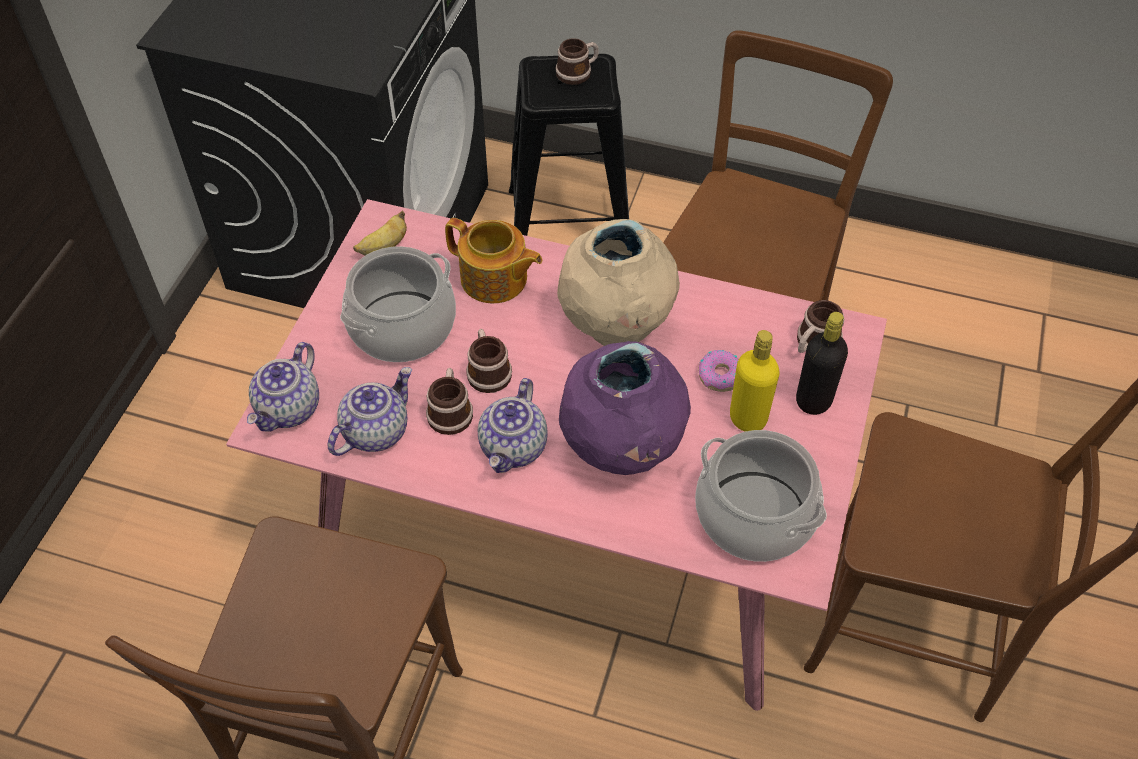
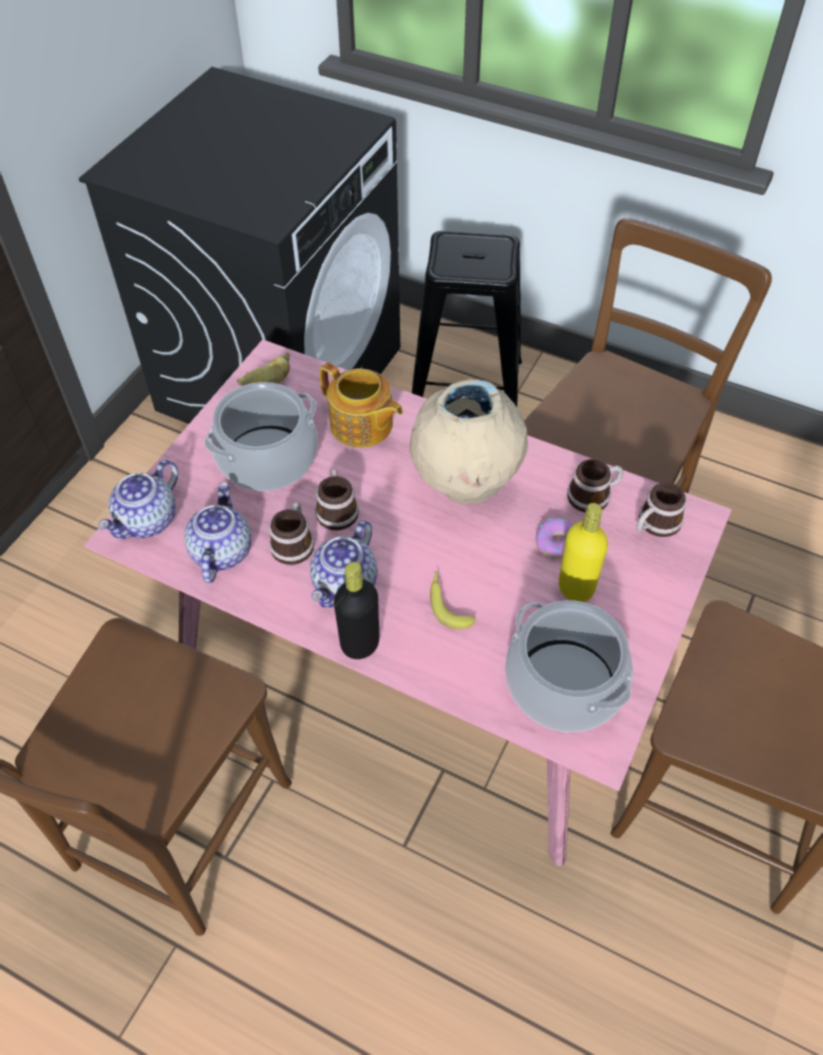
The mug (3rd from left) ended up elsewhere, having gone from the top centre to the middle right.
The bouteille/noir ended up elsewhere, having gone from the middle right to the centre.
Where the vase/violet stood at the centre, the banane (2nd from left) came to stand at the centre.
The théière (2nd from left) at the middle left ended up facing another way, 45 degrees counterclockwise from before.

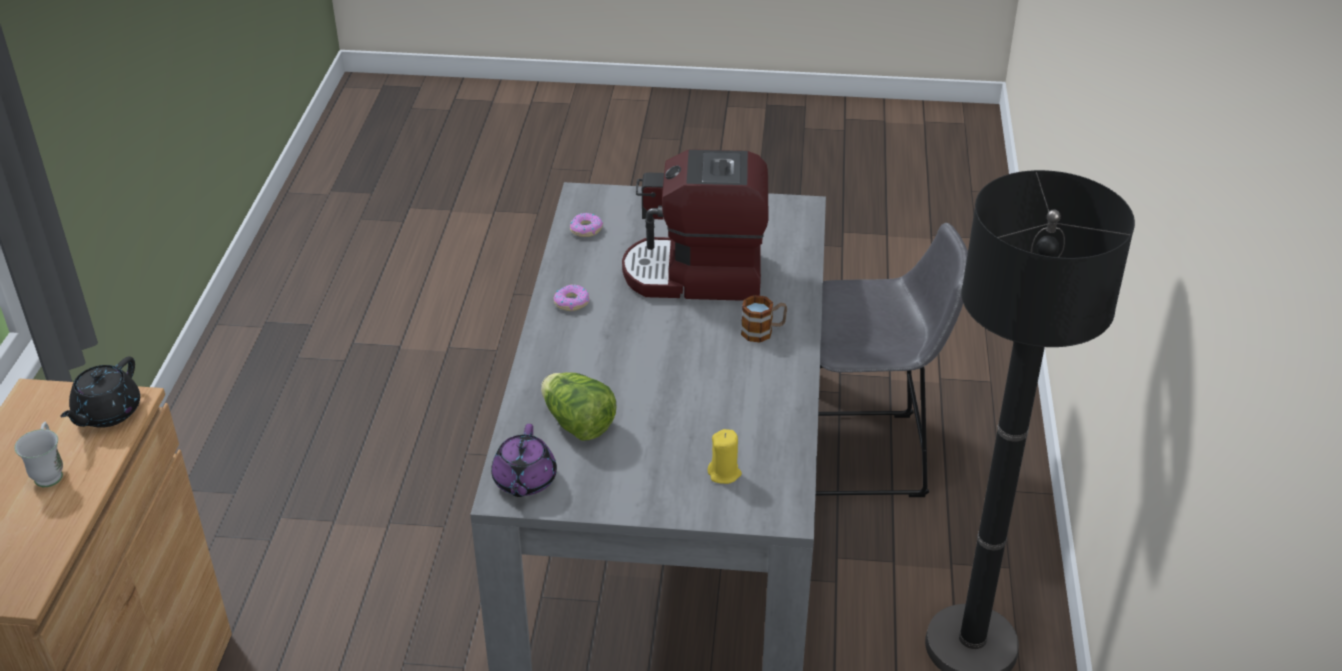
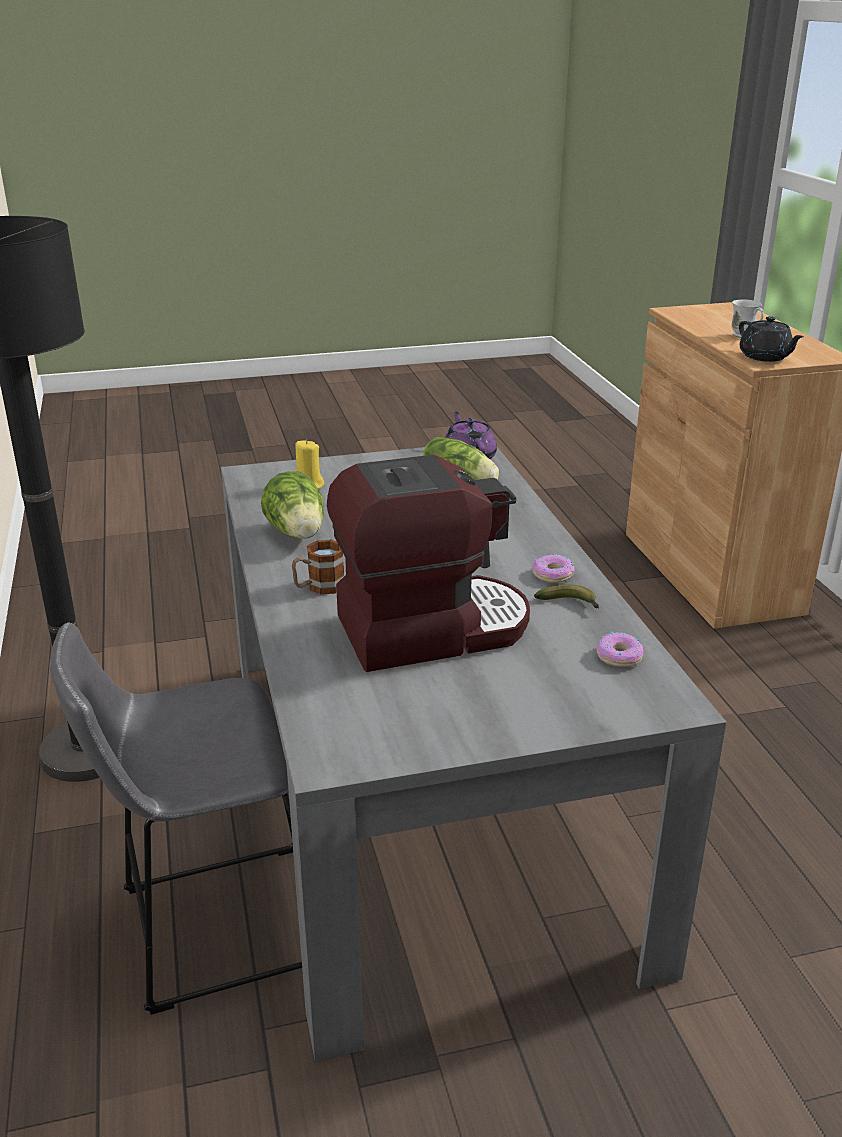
The théière/noir at the middle left ended up facing another way, 150 degrees clockwise from before.
The second view gained the laitue (1st from left) at the centre.
The second view gained the banane at the middle right.

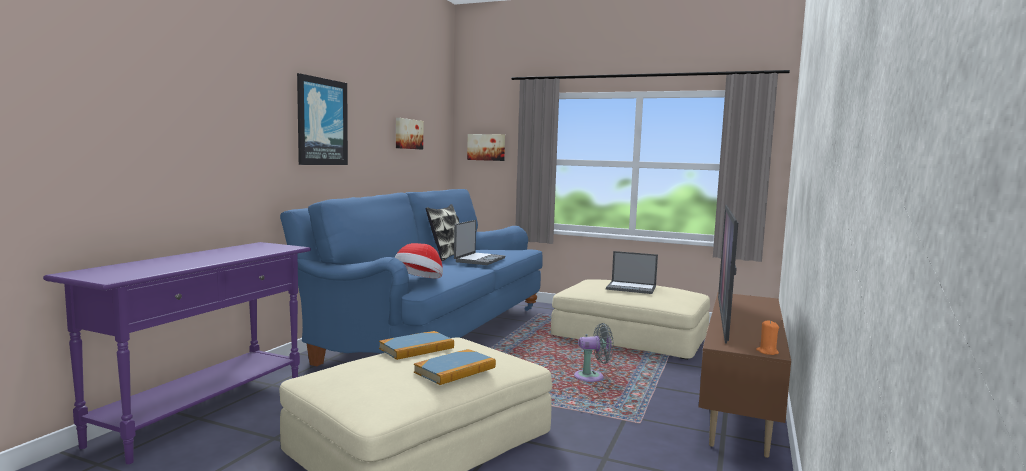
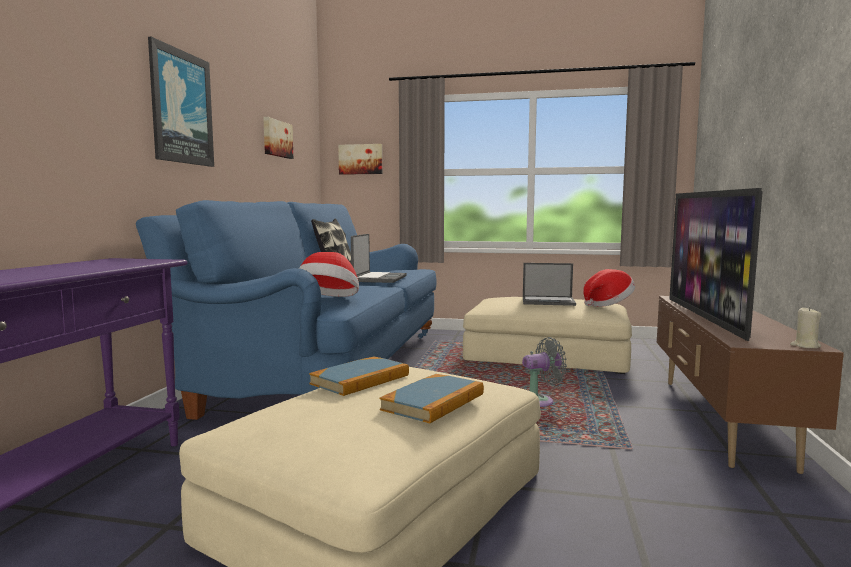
What was the bougie/orange at the bottom right turned into the bougie/beige at the middle right.
The second view gained the chapeau (2nd from left) at the middle right.

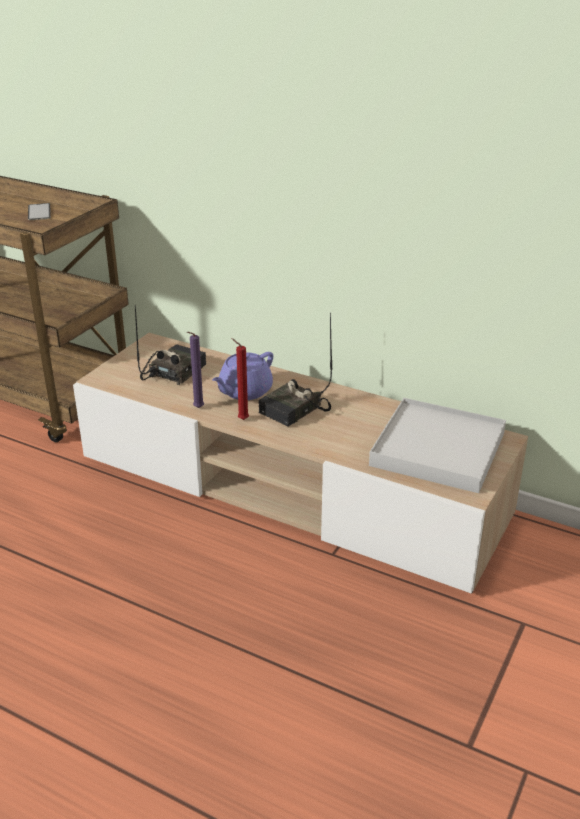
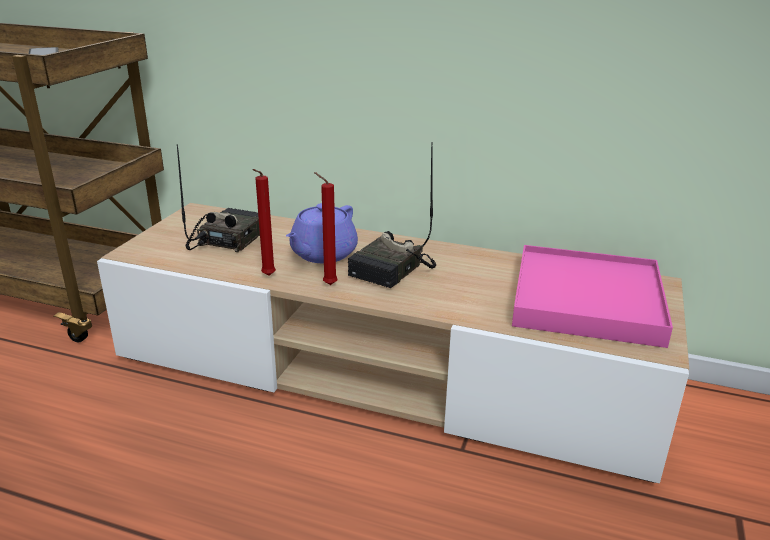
What was the bougie/violet at the centre turned into the bougie/rouge (1st from left) at the centre.
What was the plateau/blanc at the middle right turned into the plateau/rose at the middle right.

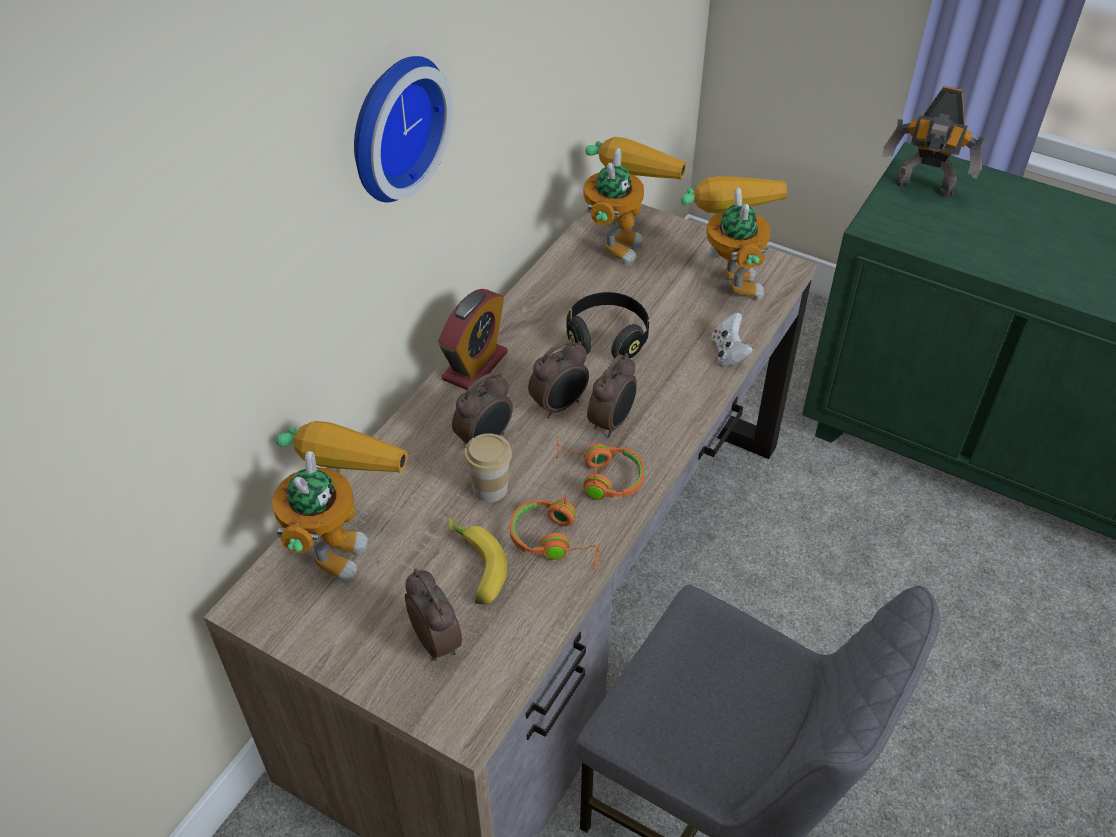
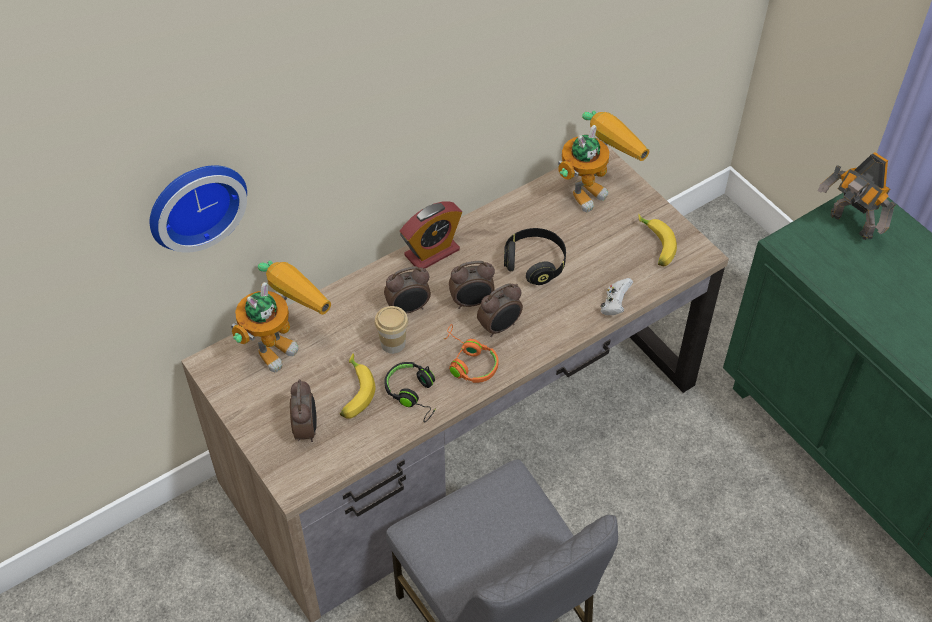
The horloge murale ended up elsewhere, having gone from the top centre to the middle left.
Where the robot jouet (3rd from left) stood at the top centre, the banane (2nd from left) came to stand at the middle right.
What was the casque audio/orange (1st from left) at the centre turned into the casque audio/noir (1st from left) at the centre.

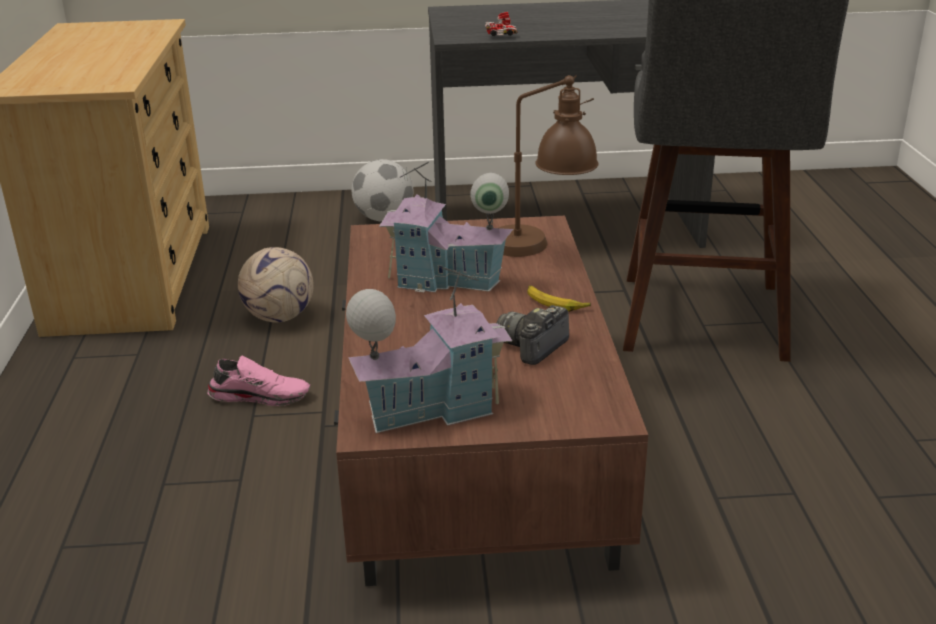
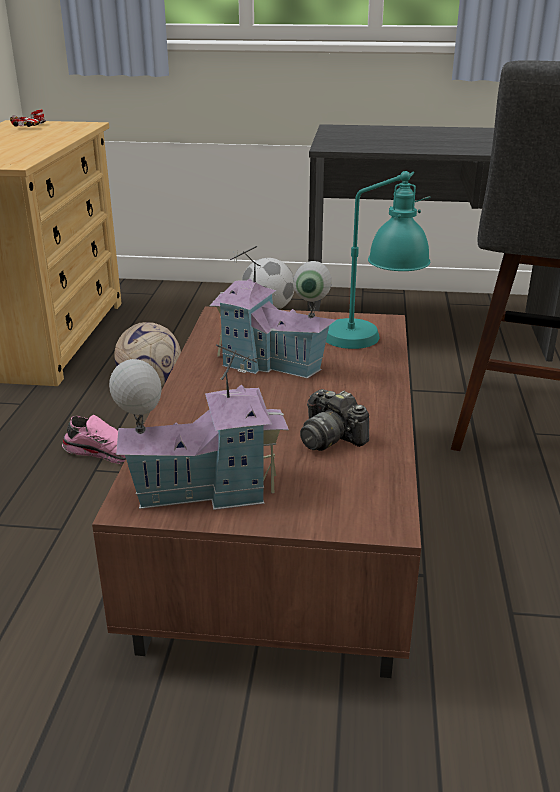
The petite voiture ended up elsewhere, having gone from the top centre to the top left.
What was the lampe de table/marron at the top centre turned into the lampe de table/turquoise at the top right.
The second view lost the banane at the centre.
The appareil photo at the centre ended up facing another way, 90 degrees counterclockwise from before.

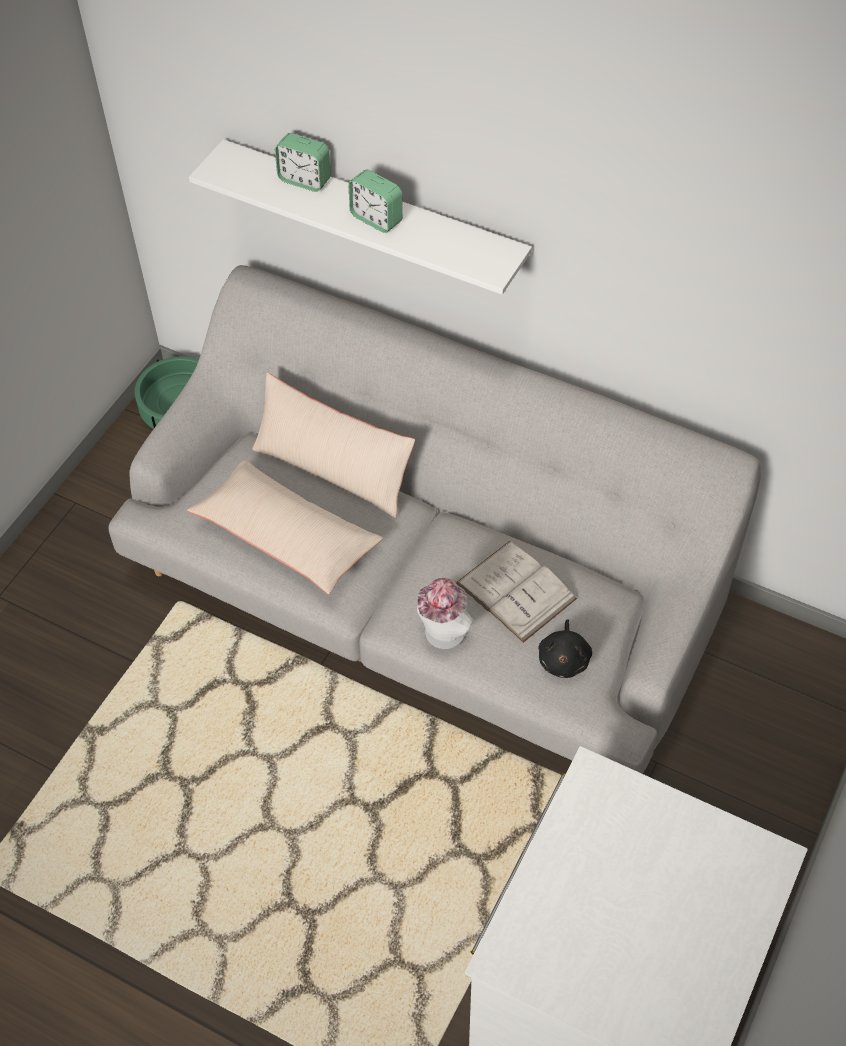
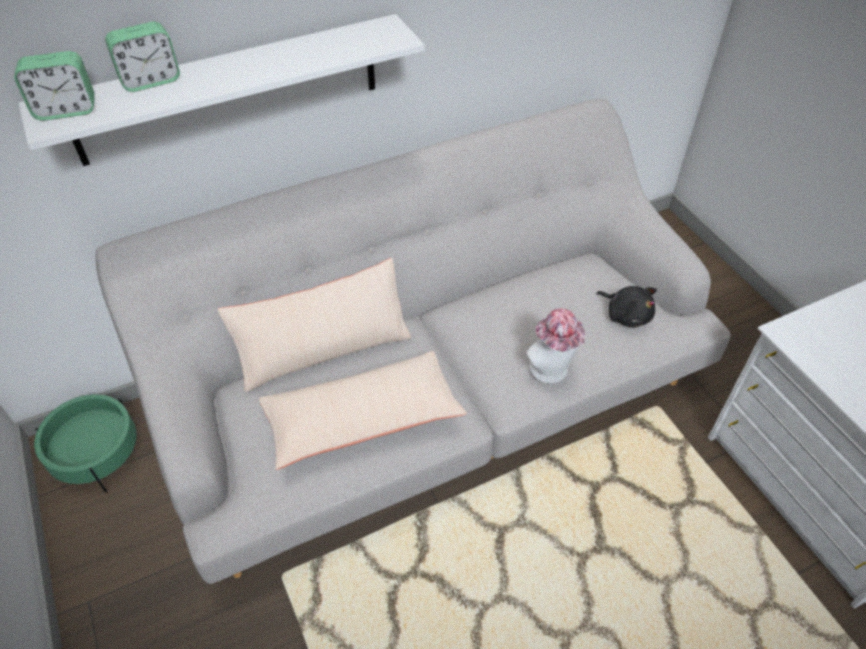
The réveil (2nd from left in the first image) ended up elsewhere, having gone from the top centre to the top left.
The second view lost the livre/blanc at the centre.

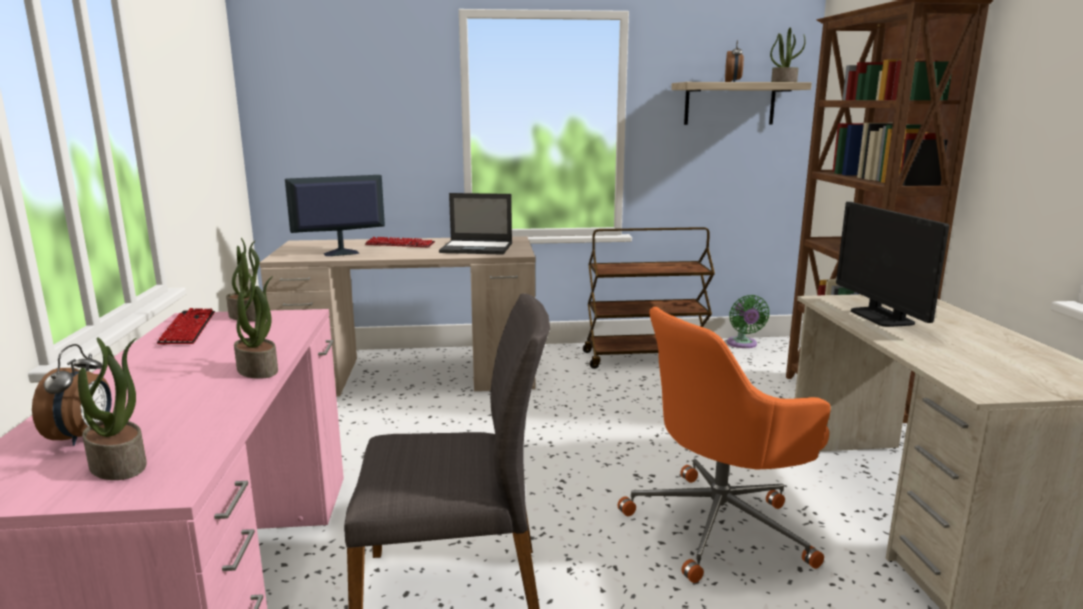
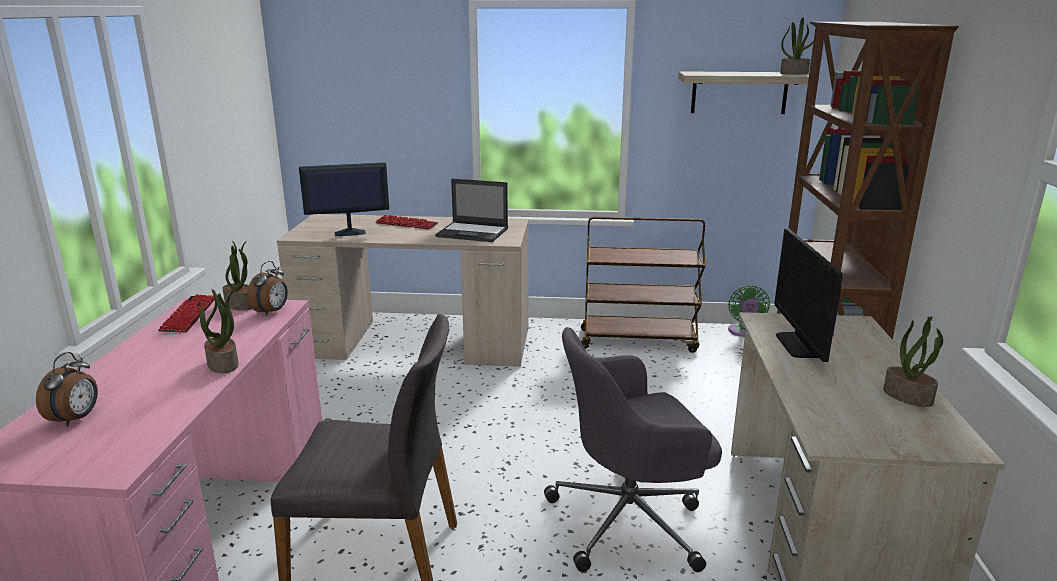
The réveil (2nd from left) ended up elsewhere, having gone from the top right to the middle left.
What was the chaise de bureau/orange at the bottom right turned into the chaise de bureau/gris at the bottom centre.
The plante en pot (1st from left in the first image) ended up elsewhere, having gone from the bottom left to the middle right.

